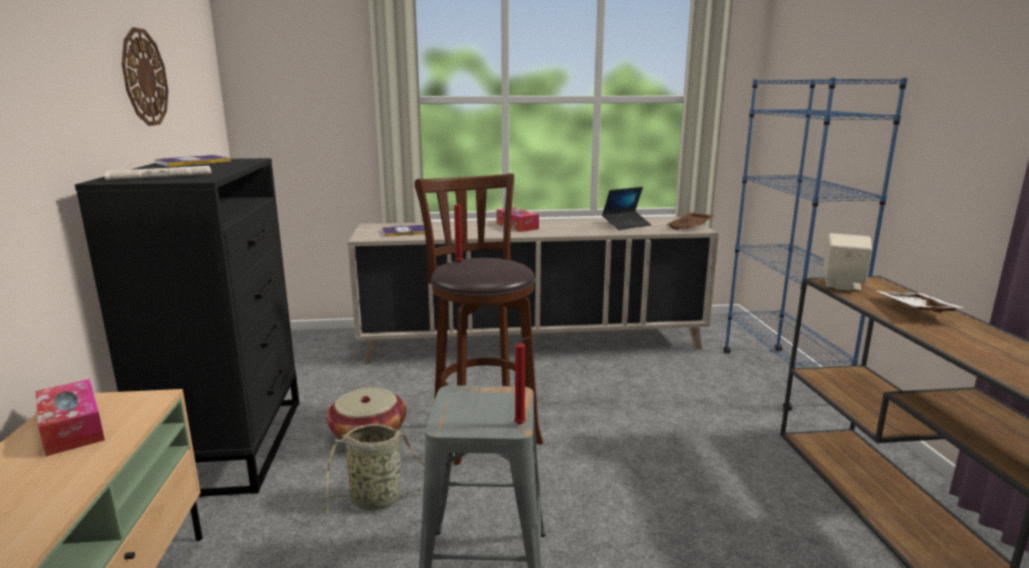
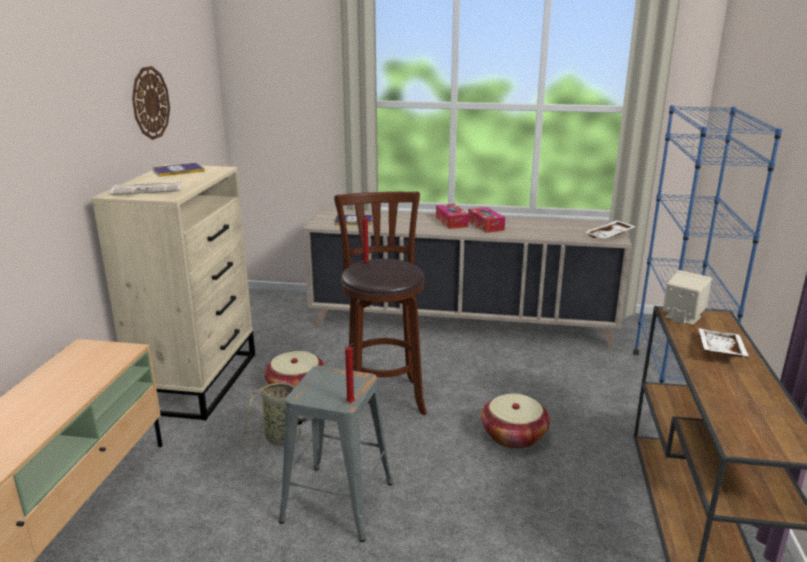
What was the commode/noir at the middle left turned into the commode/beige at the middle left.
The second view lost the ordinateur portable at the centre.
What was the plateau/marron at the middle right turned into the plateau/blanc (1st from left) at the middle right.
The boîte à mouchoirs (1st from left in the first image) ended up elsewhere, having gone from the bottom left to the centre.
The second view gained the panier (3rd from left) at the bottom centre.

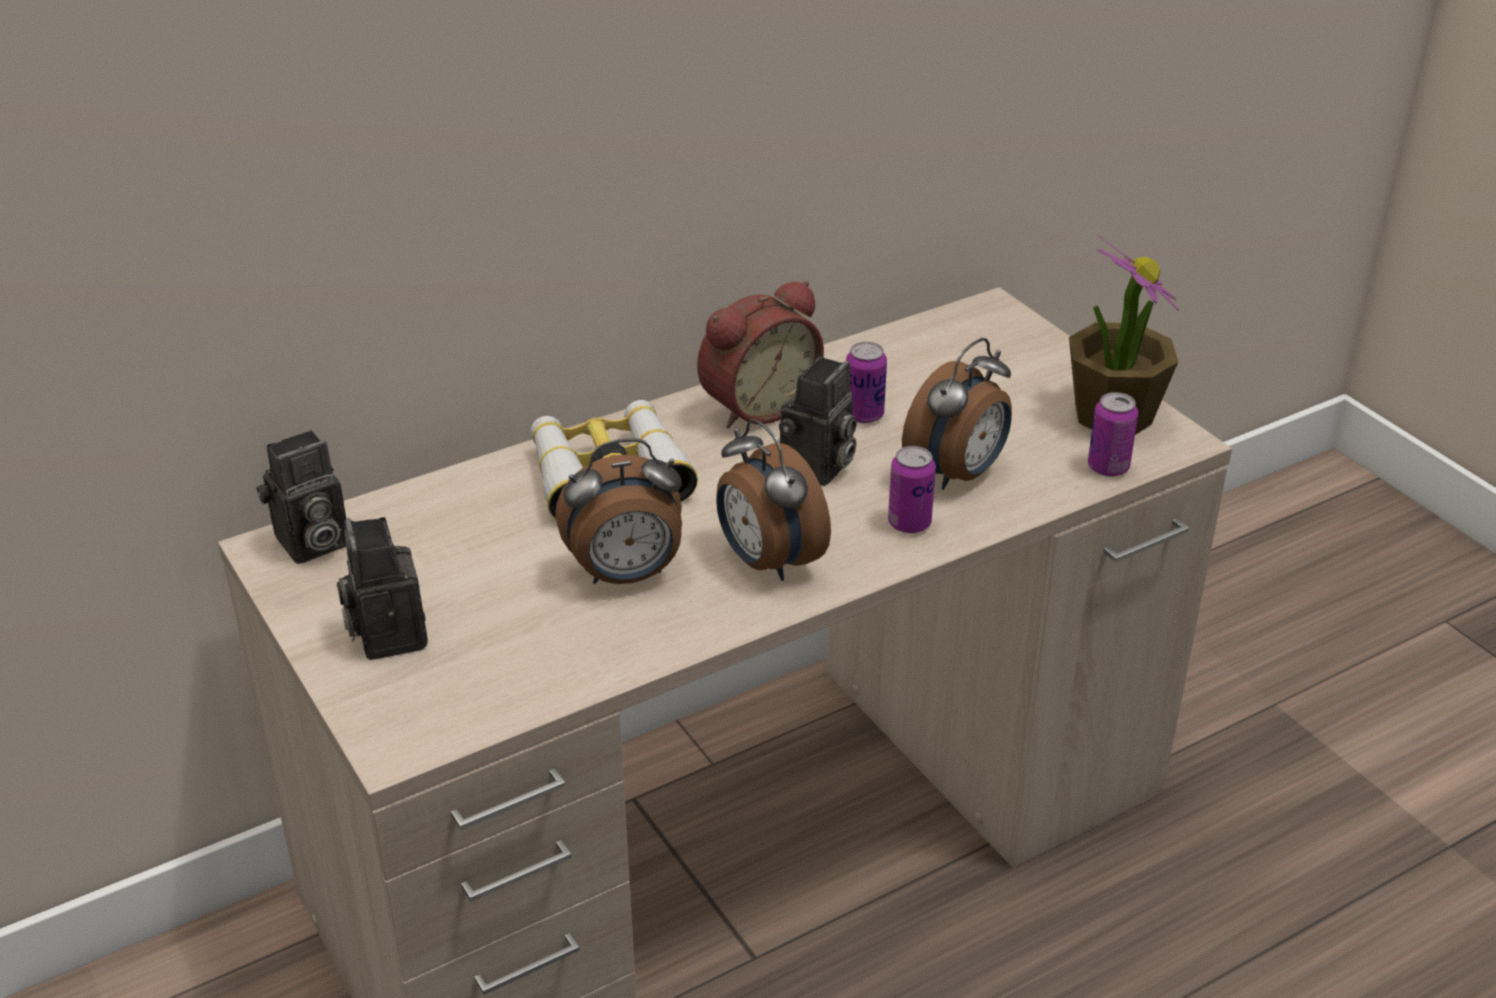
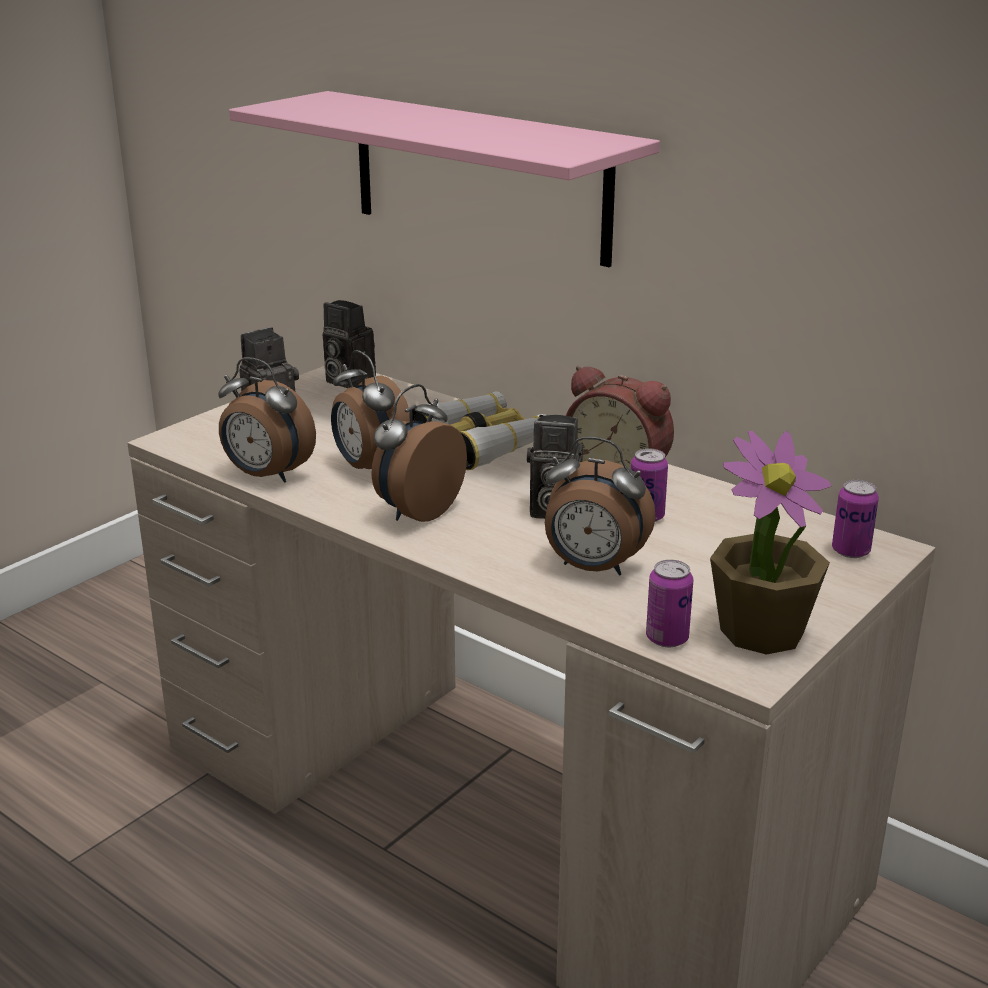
The boîte métallique (2nd from left in the first image) ended up elsewhere, having gone from the centre to the middle right.
The second view gained the étagère/rose at the top centre.
The second view gained the réveil (1st from left) at the middle left.

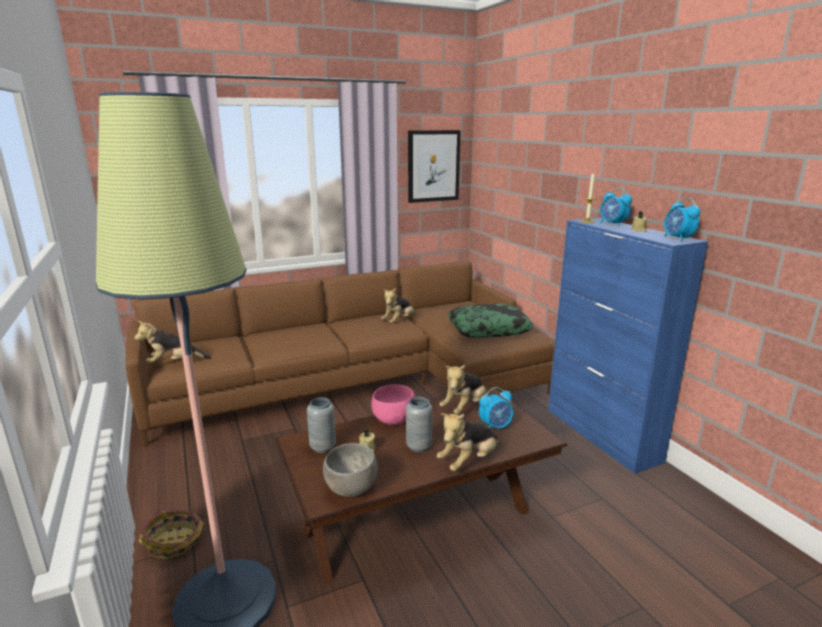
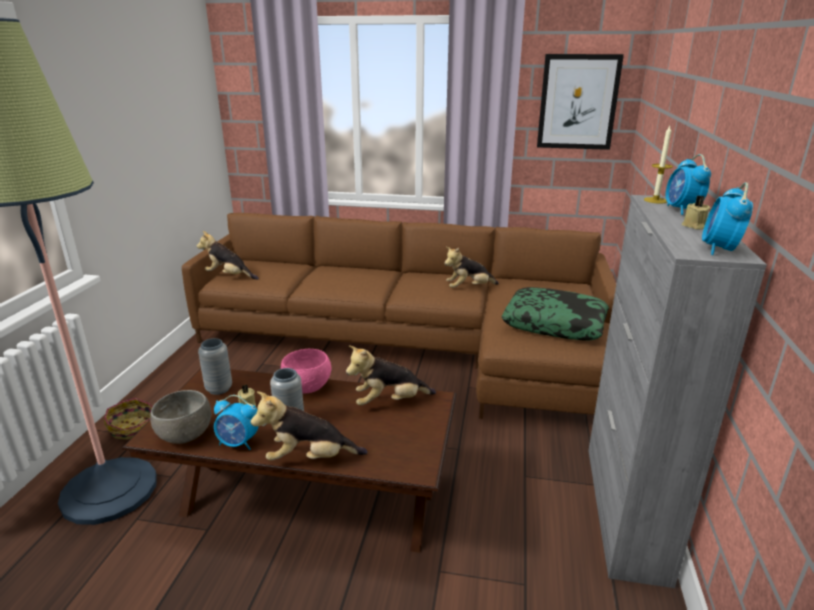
What was the meuble de rangement/bleu at the middle right turned into the meuble de rangement/gris at the middle right.
The réveil (1st from left) ended up elsewhere, having gone from the centre to the bottom left.

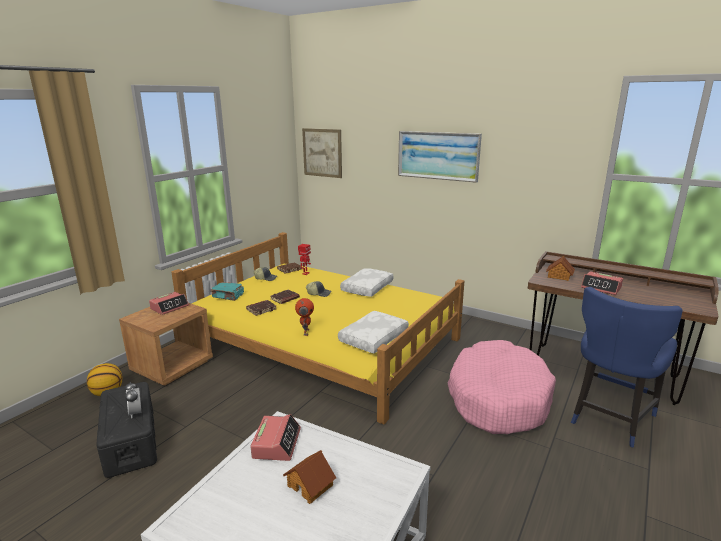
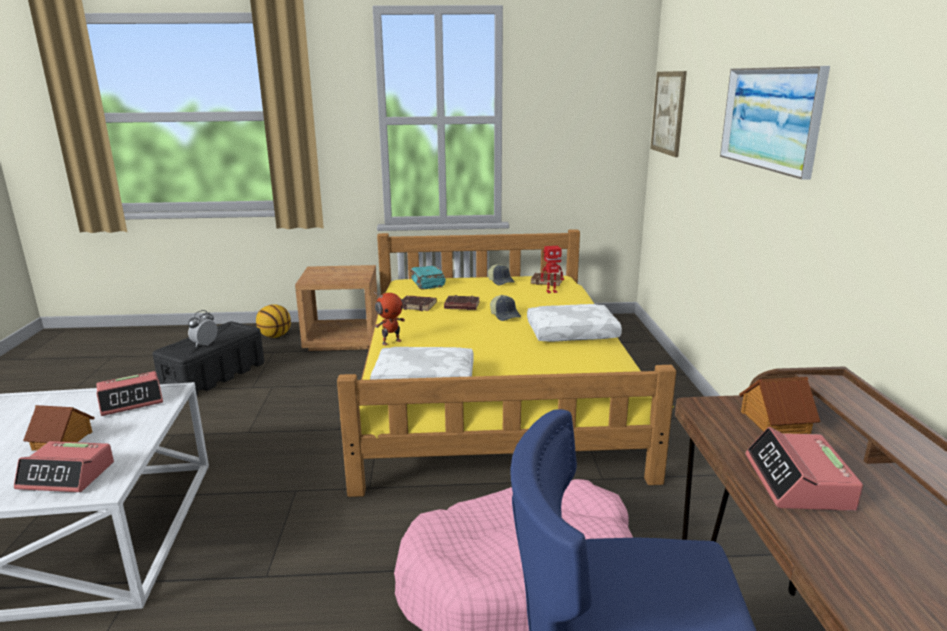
The réveil (2nd from left in the first image) ended up elsewhere, having gone from the middle left to the bottom left.

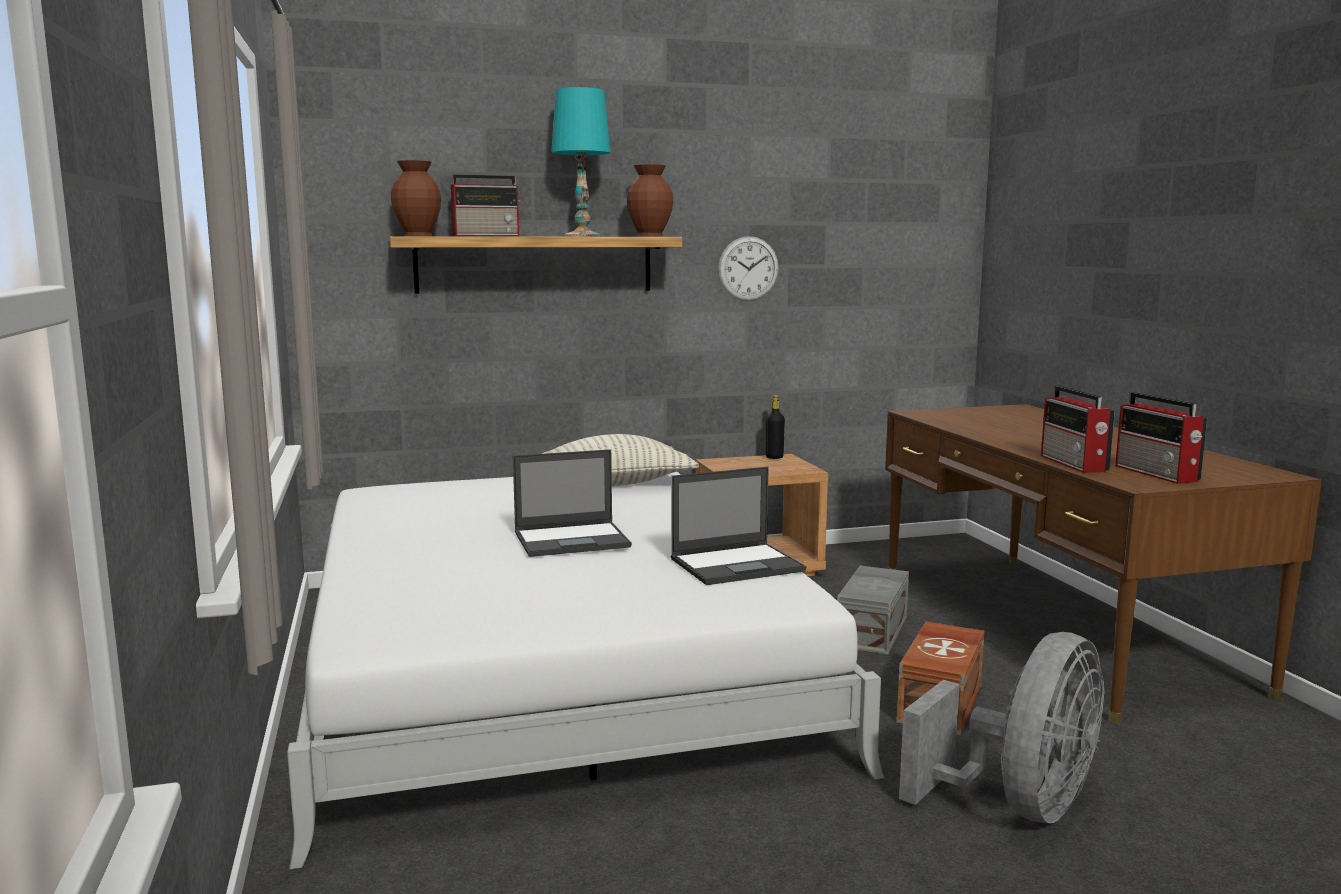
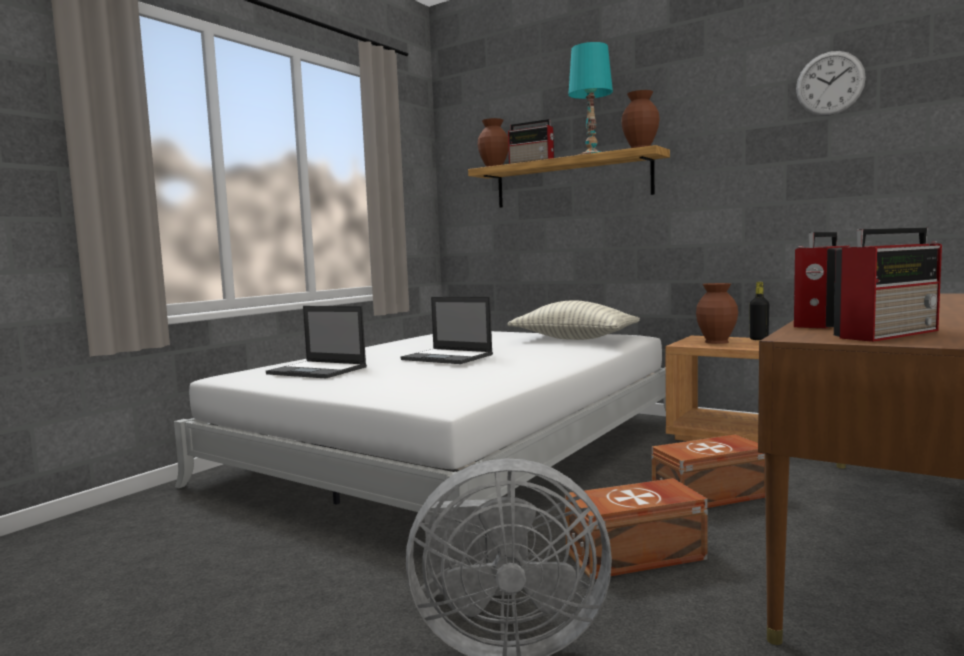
The horloge murale ended up elsewhere, having gone from the top centre to the top right.
The radio (3rd from left) at the middle right ended up facing another way, 150 degrees counterclockwise from before.
The ordinateur portable (2nd from left in the first image) ended up elsewhere, having gone from the centre to the middle left.
What was the boîte de rangement/gris at the bottom centre turned into the boîte de rangement/marron (2nd from left) at the bottom right.
The second view gained the vase/marron (3rd from left) at the middle right.

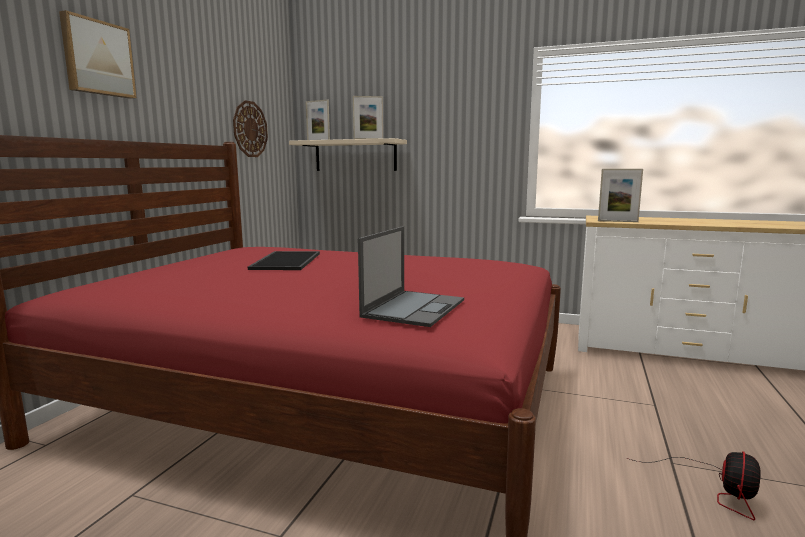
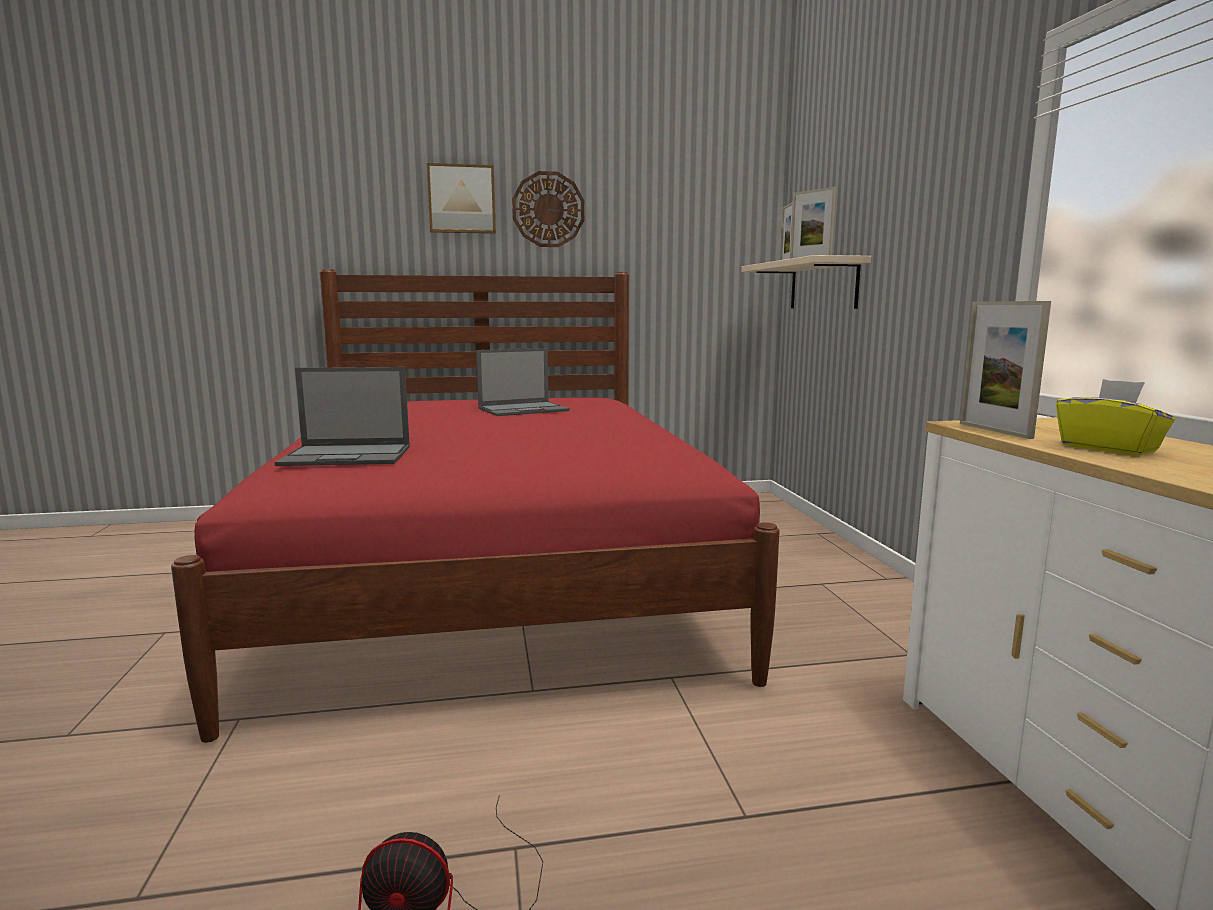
The horloge murale ended up elsewhere, having gone from the top left to the top centre.
Where the plateau stood at the centre, the ordinateur portable (2nd from left) came to stand at the centre.
The second view gained the boîte à mouchoirs/jaune at the middle right.

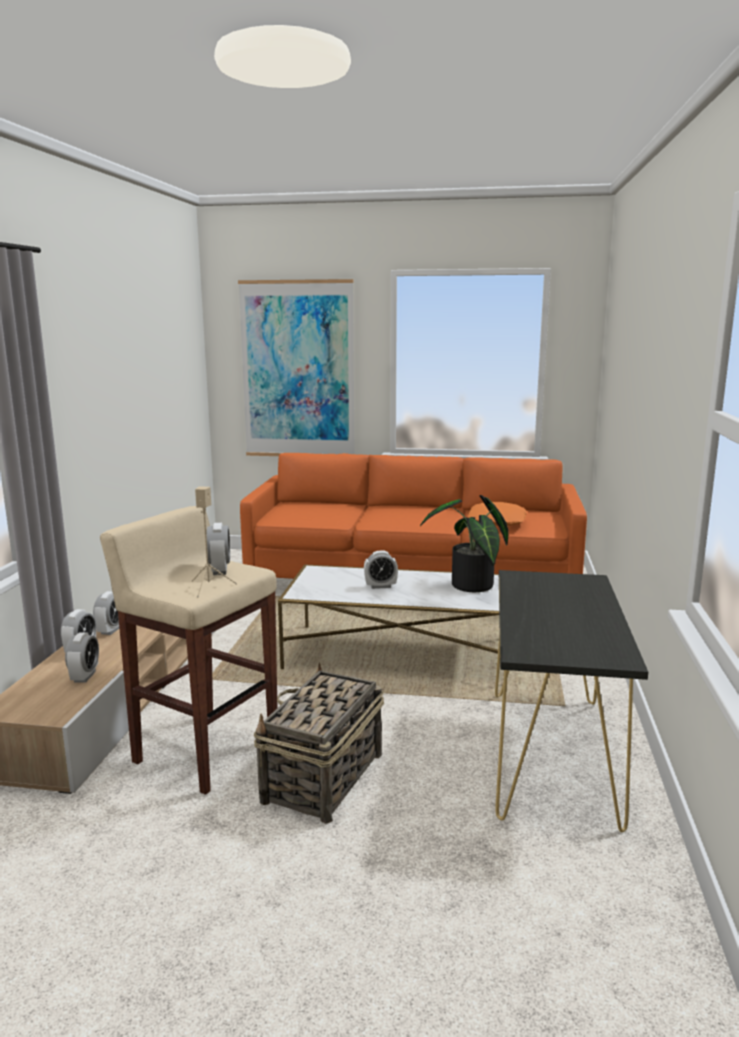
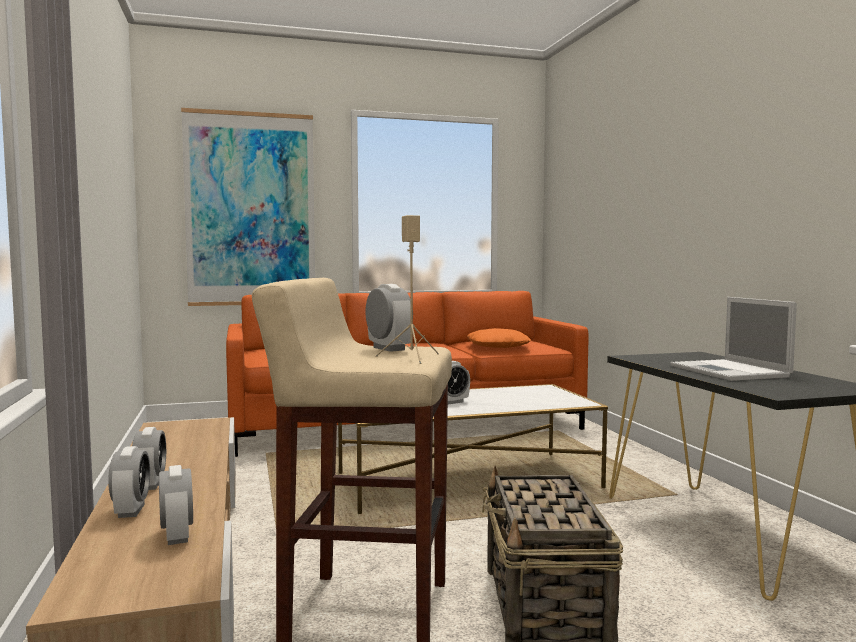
The second view lost the plante en pot at the centre.
The second view gained the ordinateur portable at the middle right.

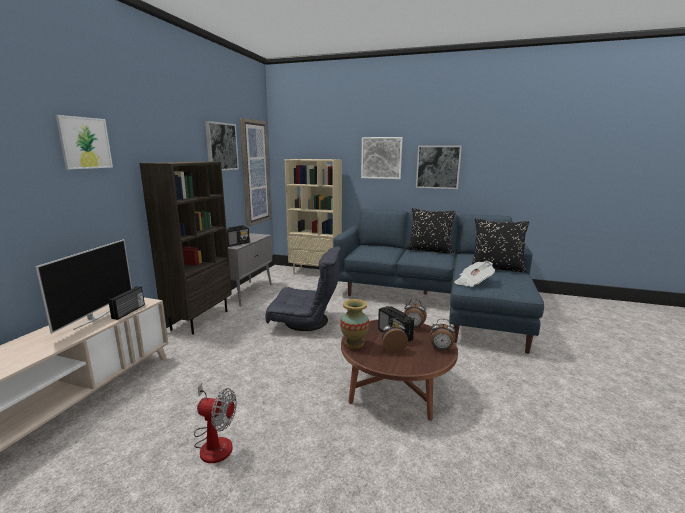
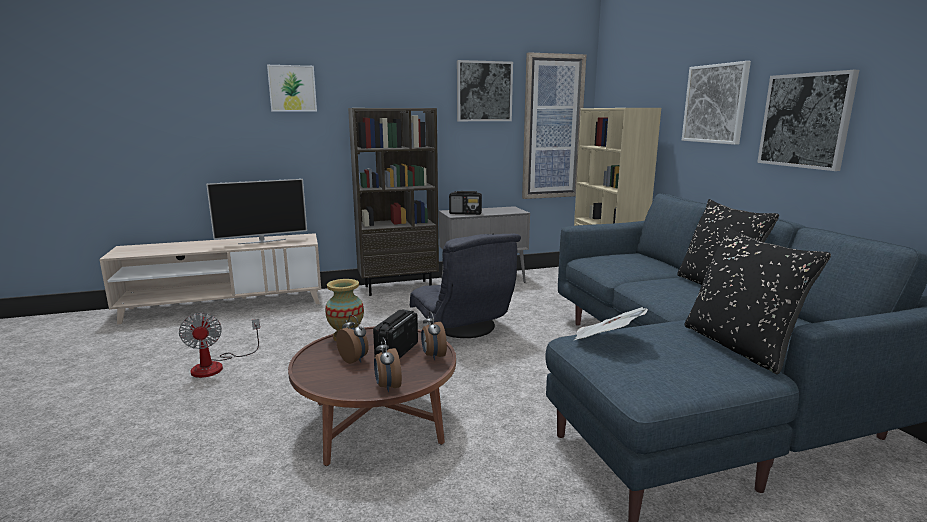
The second view lost the radio (1st from left) at the middle left.

